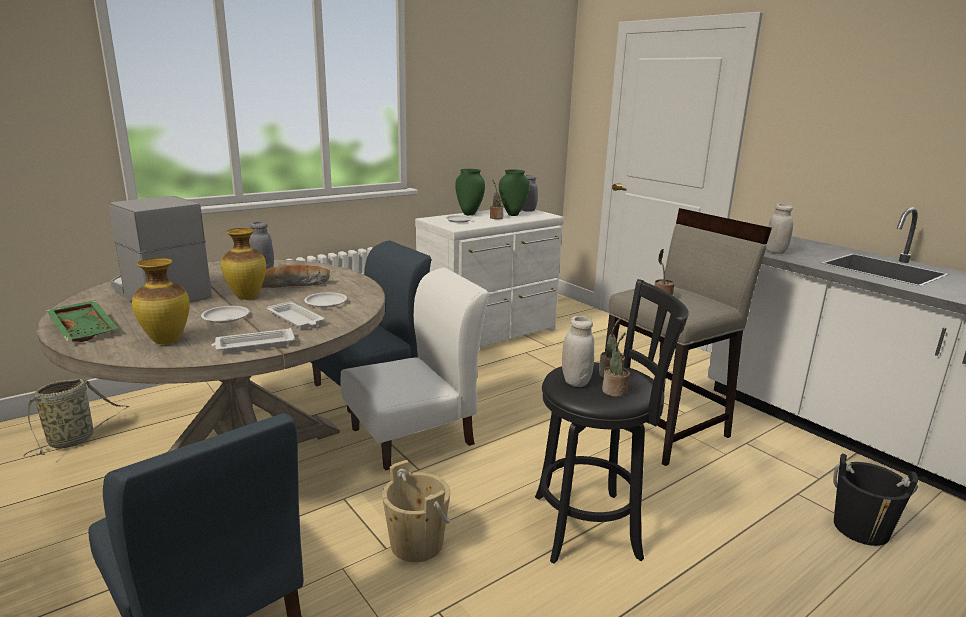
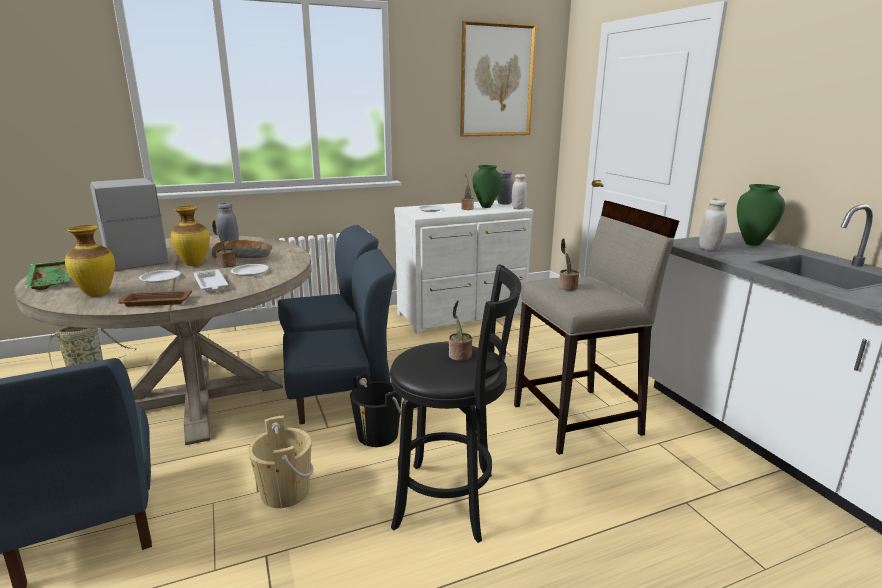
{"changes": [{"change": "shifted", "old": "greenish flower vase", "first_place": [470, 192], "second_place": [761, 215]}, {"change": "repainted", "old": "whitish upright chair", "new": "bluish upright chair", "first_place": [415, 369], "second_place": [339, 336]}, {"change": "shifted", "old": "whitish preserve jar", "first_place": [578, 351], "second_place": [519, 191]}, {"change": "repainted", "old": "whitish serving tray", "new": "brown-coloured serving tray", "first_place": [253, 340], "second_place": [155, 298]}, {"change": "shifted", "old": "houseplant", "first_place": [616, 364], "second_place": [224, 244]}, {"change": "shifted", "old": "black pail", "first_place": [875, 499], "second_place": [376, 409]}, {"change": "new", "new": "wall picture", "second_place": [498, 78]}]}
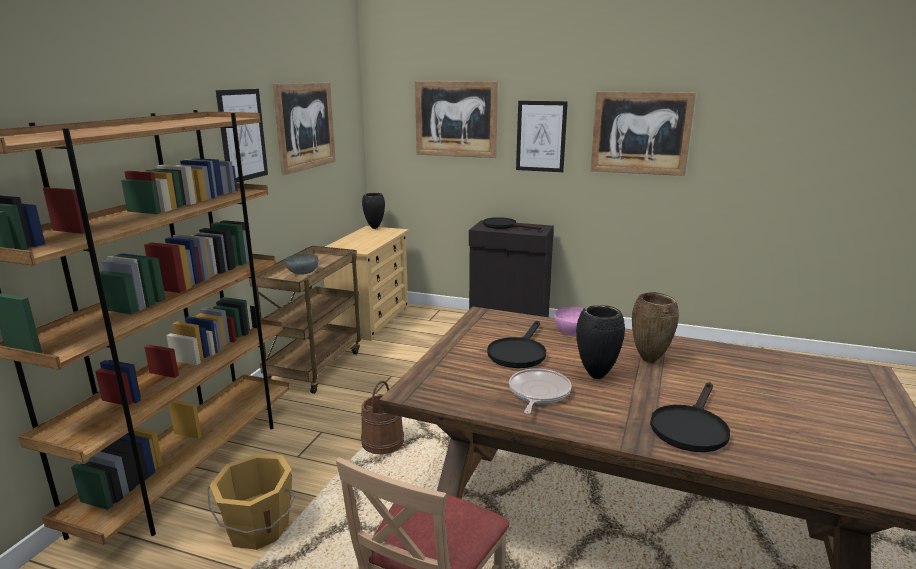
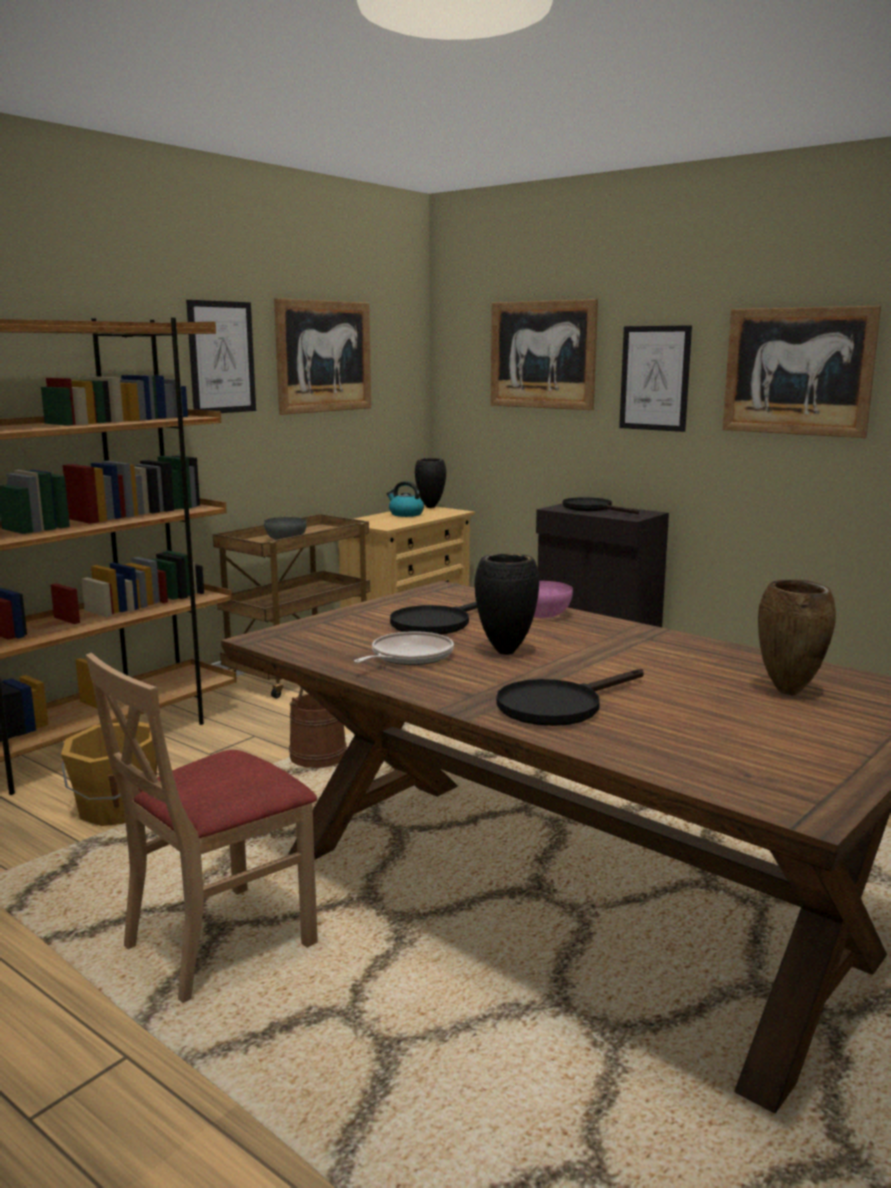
{"changes": [{"change": "shifted", "old": "brown-coloured flower vase", "first_place": [655, 327], "second_place": [797, 637]}, {"change": "new", "new": "tea kettle", "second_place": [405, 499]}]}
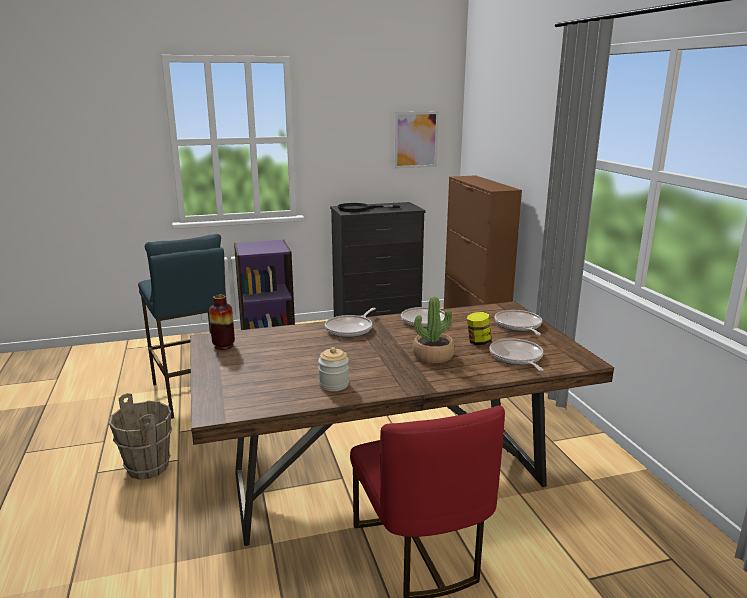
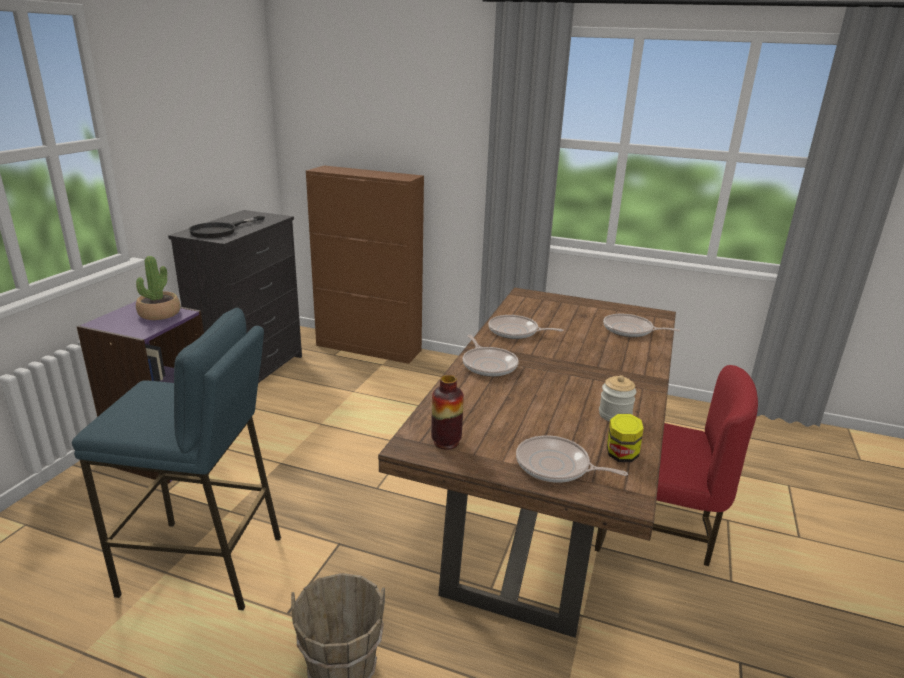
{"changes": [{"change": "gone", "old": "wall picture", "first_place": [416, 140]}, {"change": "shifted", "old": "houseplant", "first_place": [433, 330], "second_place": [158, 288]}, {"change": "shifted", "old": "frying pan", "first_place": [518, 322], "second_place": [572, 459]}, {"change": "shifted", "old": "preserve jar", "first_place": [479, 328], "second_place": [625, 438]}]}
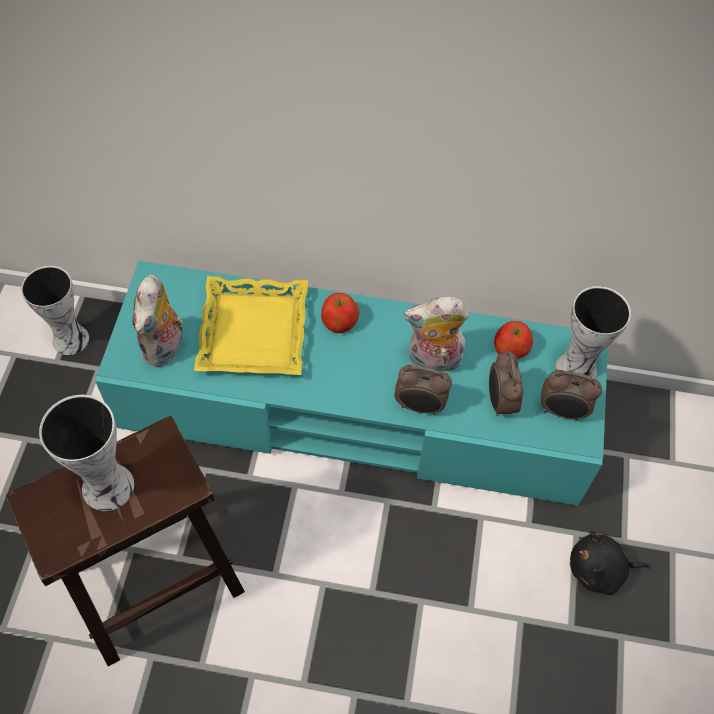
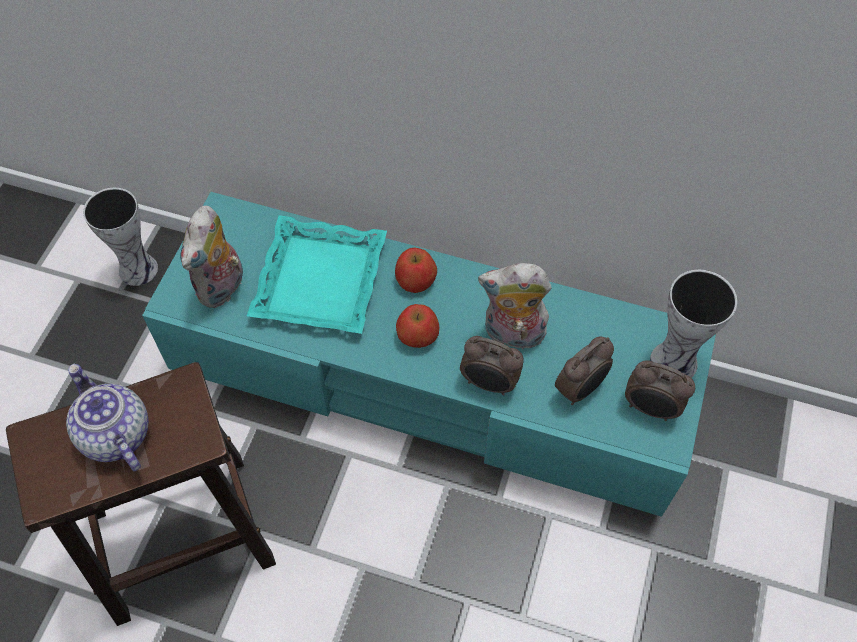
{"changes": [{"change": "repainted", "old": "yellowish serving tray", "new": "turquoise serving tray", "first_place": [251, 325], "second_place": [317, 274]}, {"change": "shifted", "old": "whole apple", "first_place": [513, 340], "second_place": [417, 326]}, {"change": "rotated", "old": "alarm clock", "first_place": [506, 383], "second_place": [584, 371], "degrees": -135}, {"change": "swapped", "old": "flower vase", "new": "teapot", "first_place": [86, 453], "second_place": [107, 417]}, {"change": "gone", "old": "black plush toy", "first_place": [610, 563]}]}
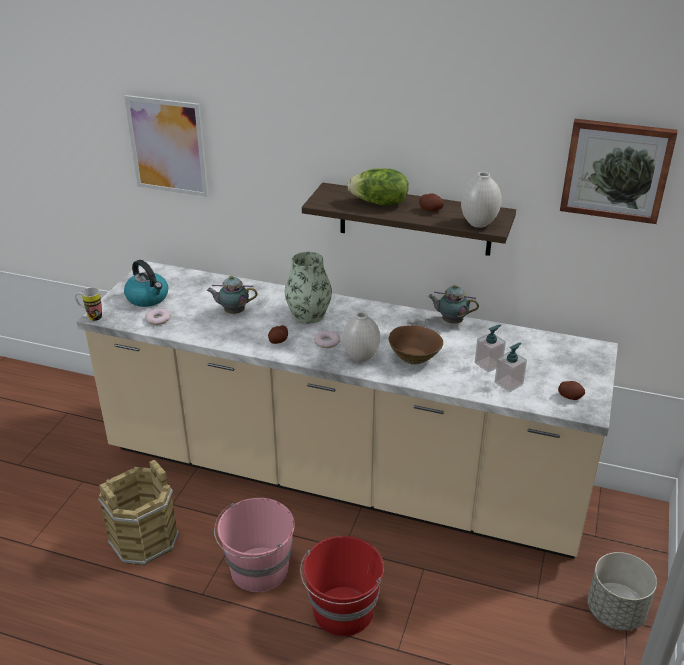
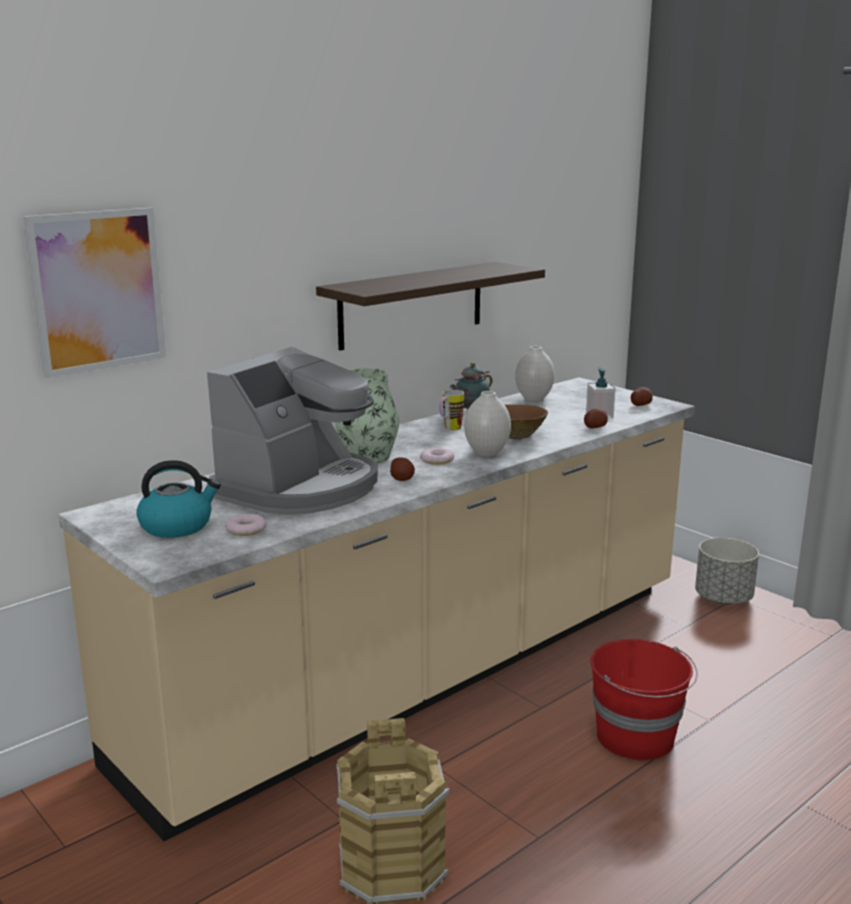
{"changes": [{"change": "gone", "old": "wall picture", "first_place": [619, 171]}, {"change": "gone", "old": "lettuce", "first_place": [378, 186]}, {"change": "shifted", "old": "whitish flower vase", "first_place": [481, 200], "second_place": [535, 374]}, {"change": "shifted", "old": "spud", "first_place": [431, 202], "second_place": [596, 418]}, {"change": "swapped", "old": "teapot", "new": "coffee brewer", "first_place": [232, 294], "second_place": [292, 431]}, {"change": "shifted", "old": "mug", "first_place": [88, 304], "second_place": [451, 410]}, {"change": "gone", "old": "soap dispenser", "first_place": [490, 348]}, {"change": "gone", "old": "pink-coloured pail", "first_place": [254, 545]}]}
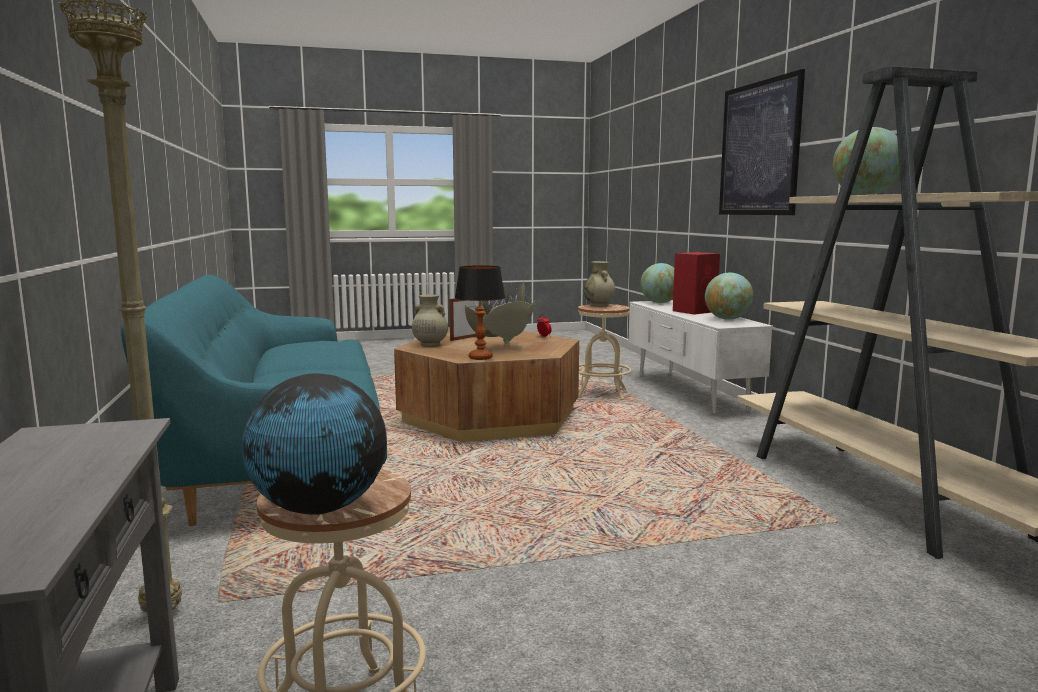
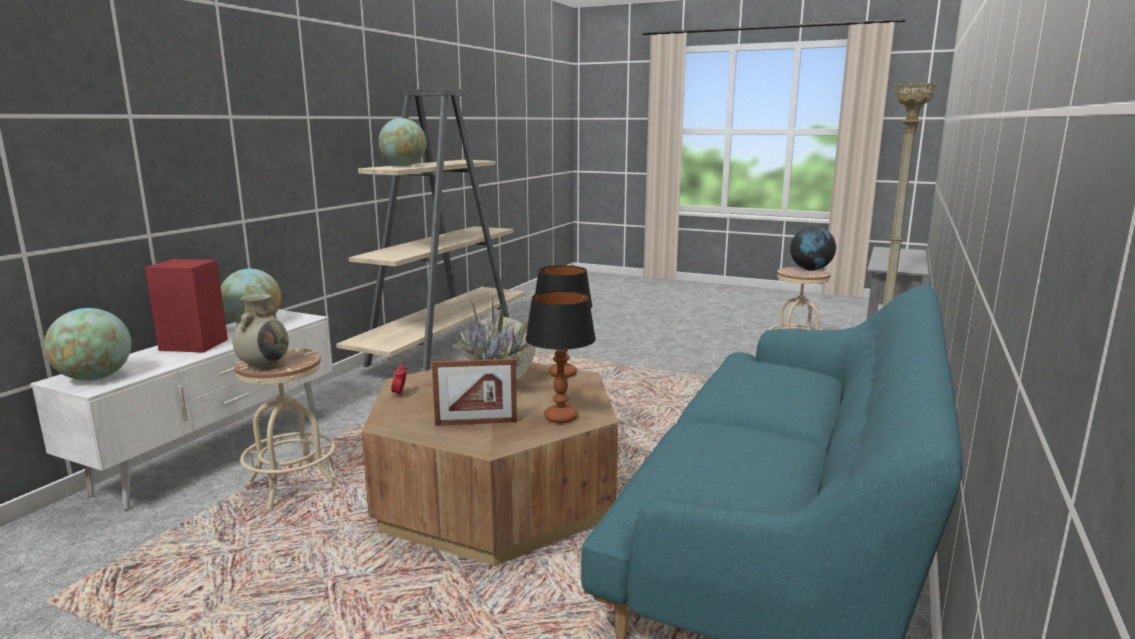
{"changes": [{"change": "gone", "old": "wall picture", "first_place": [762, 142]}, {"change": "swapped", "old": "beige-coloured flower vase", "new": "tabletop lamp", "first_place": [430, 320], "second_place": [560, 357]}]}
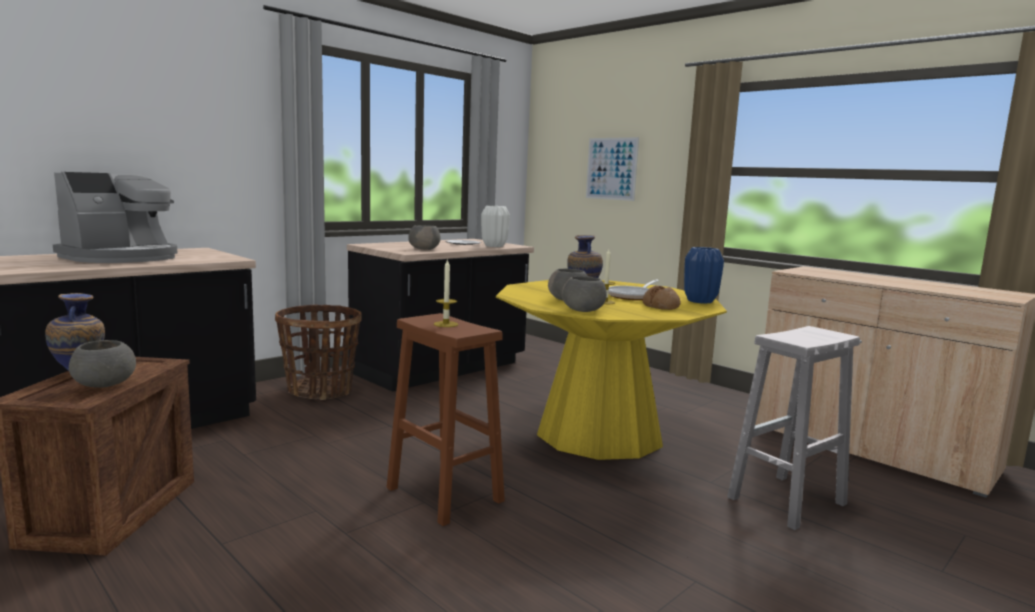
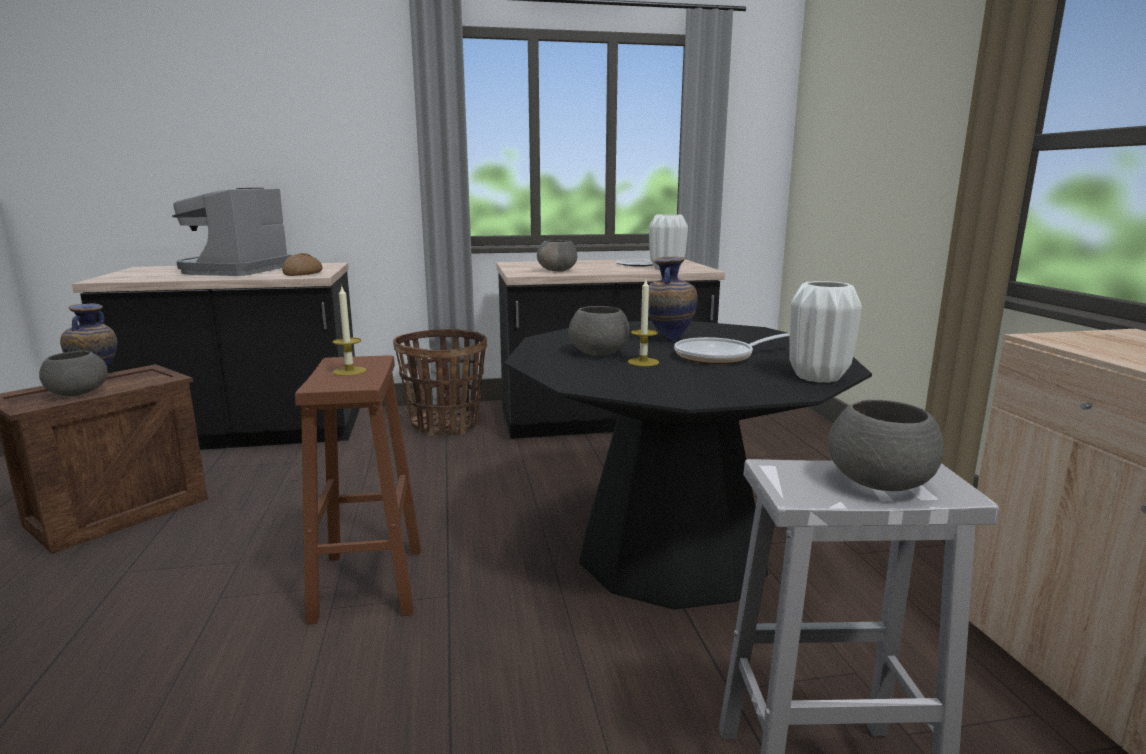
{"changes": [{"change": "gone", "old": "wall picture", "first_place": [612, 169]}, {"change": "rotated", "old": "coffee brewer", "first_place": [115, 217], "second_place": [231, 232], "degrees": 120}, {"change": "repainted", "old": "bluish flower vase", "new": "whitish flower vase", "first_place": [704, 275], "second_place": [825, 332]}, {"change": "shifted", "old": "grey bowl", "first_place": [584, 294], "second_place": [886, 445]}, {"change": "repainted", "old": "yellowish kitchen table", "new": "black kitchen table", "first_place": [611, 370], "second_place": [688, 465]}, {"change": "shifted", "old": "bakery bread", "first_place": [661, 298], "second_place": [302, 264]}]}
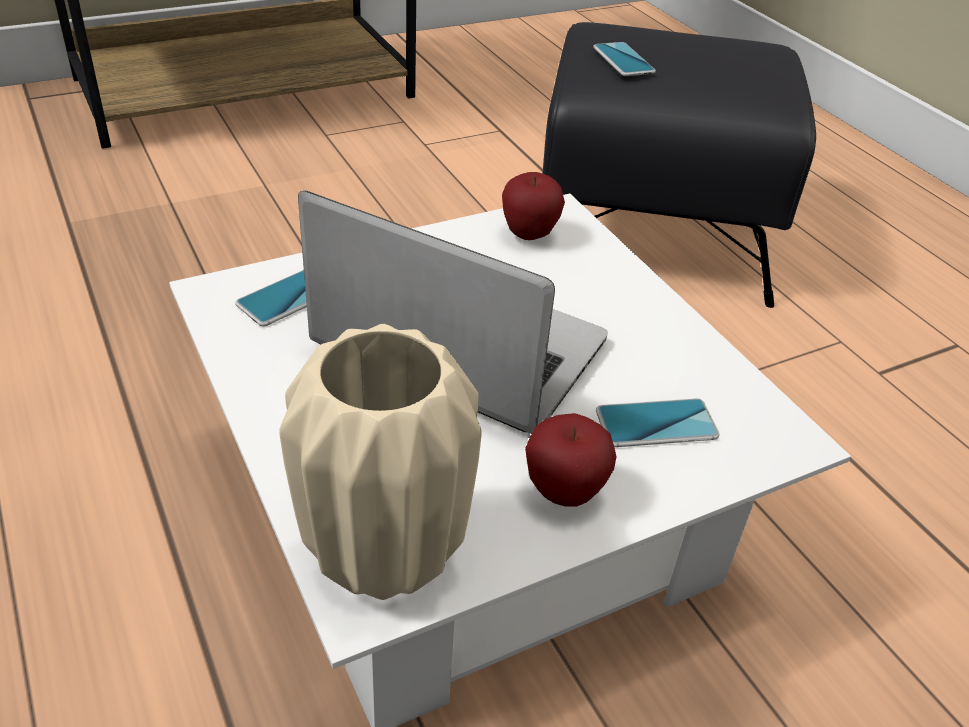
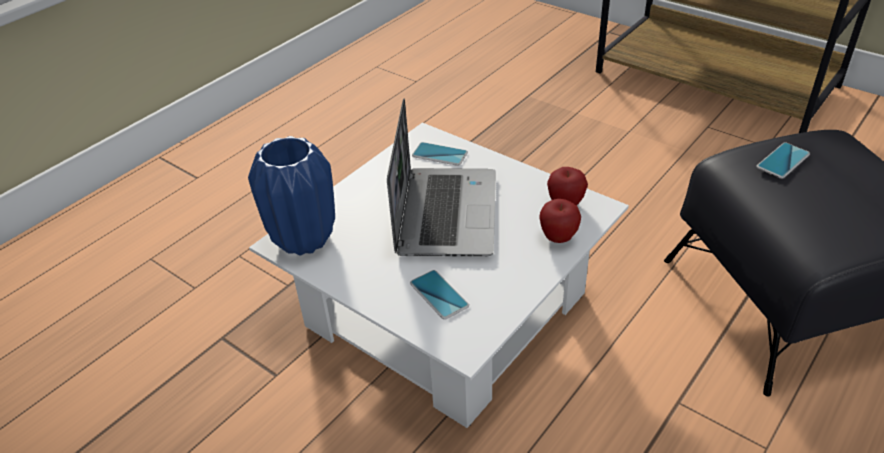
{"changes": [{"change": "repainted", "old": "beige-coloured flower vase", "new": "bluish flower vase", "first_place": [380, 462], "second_place": [291, 195]}, {"change": "shifted", "old": "whole apple", "first_place": [571, 460], "second_place": [560, 221]}]}
